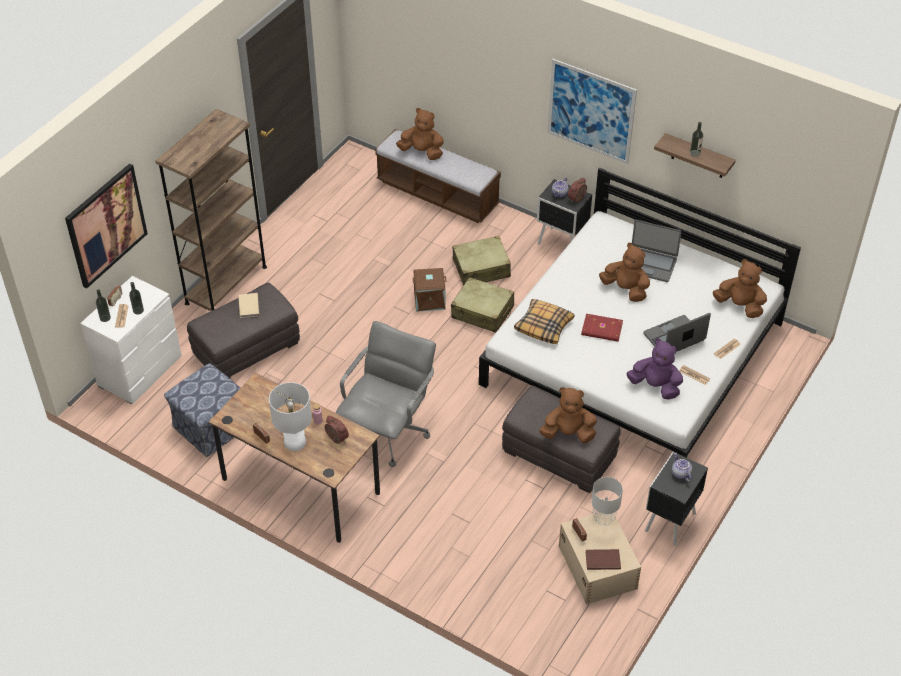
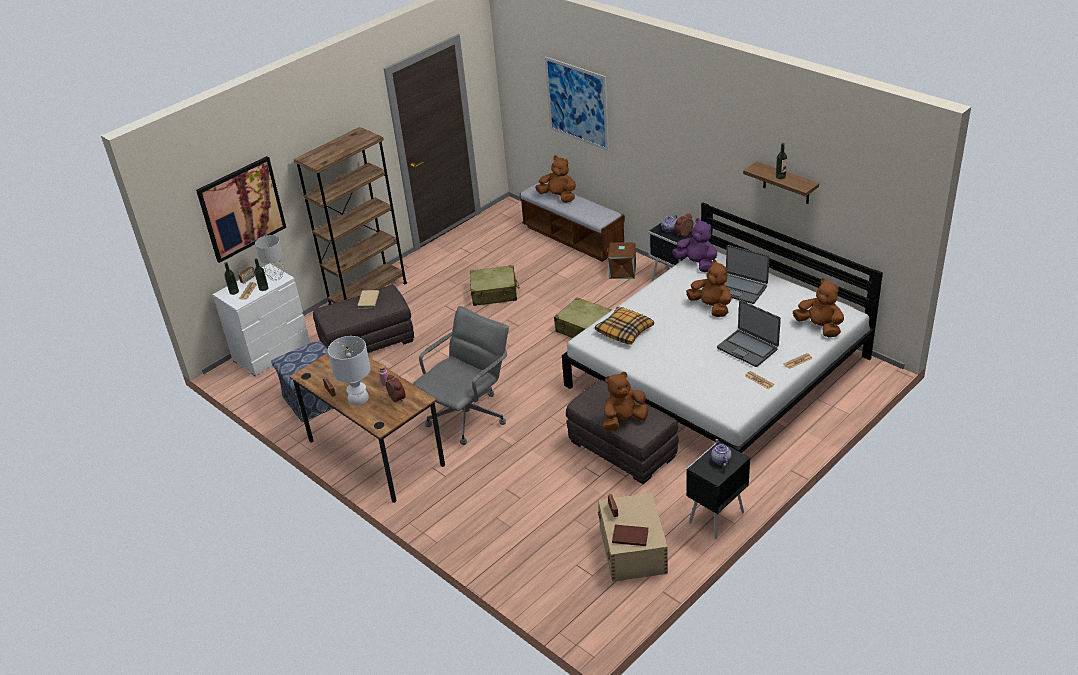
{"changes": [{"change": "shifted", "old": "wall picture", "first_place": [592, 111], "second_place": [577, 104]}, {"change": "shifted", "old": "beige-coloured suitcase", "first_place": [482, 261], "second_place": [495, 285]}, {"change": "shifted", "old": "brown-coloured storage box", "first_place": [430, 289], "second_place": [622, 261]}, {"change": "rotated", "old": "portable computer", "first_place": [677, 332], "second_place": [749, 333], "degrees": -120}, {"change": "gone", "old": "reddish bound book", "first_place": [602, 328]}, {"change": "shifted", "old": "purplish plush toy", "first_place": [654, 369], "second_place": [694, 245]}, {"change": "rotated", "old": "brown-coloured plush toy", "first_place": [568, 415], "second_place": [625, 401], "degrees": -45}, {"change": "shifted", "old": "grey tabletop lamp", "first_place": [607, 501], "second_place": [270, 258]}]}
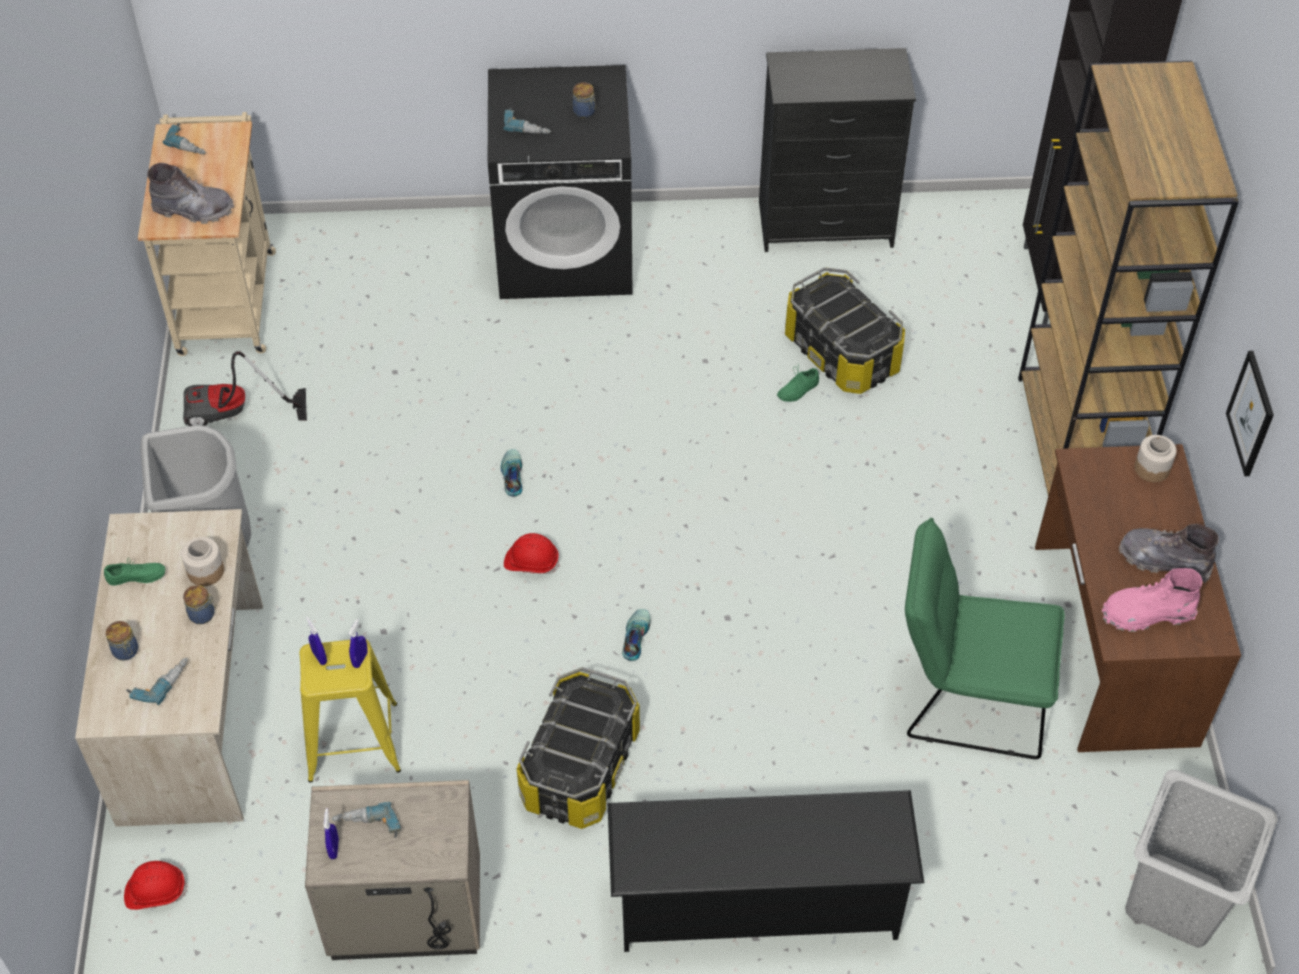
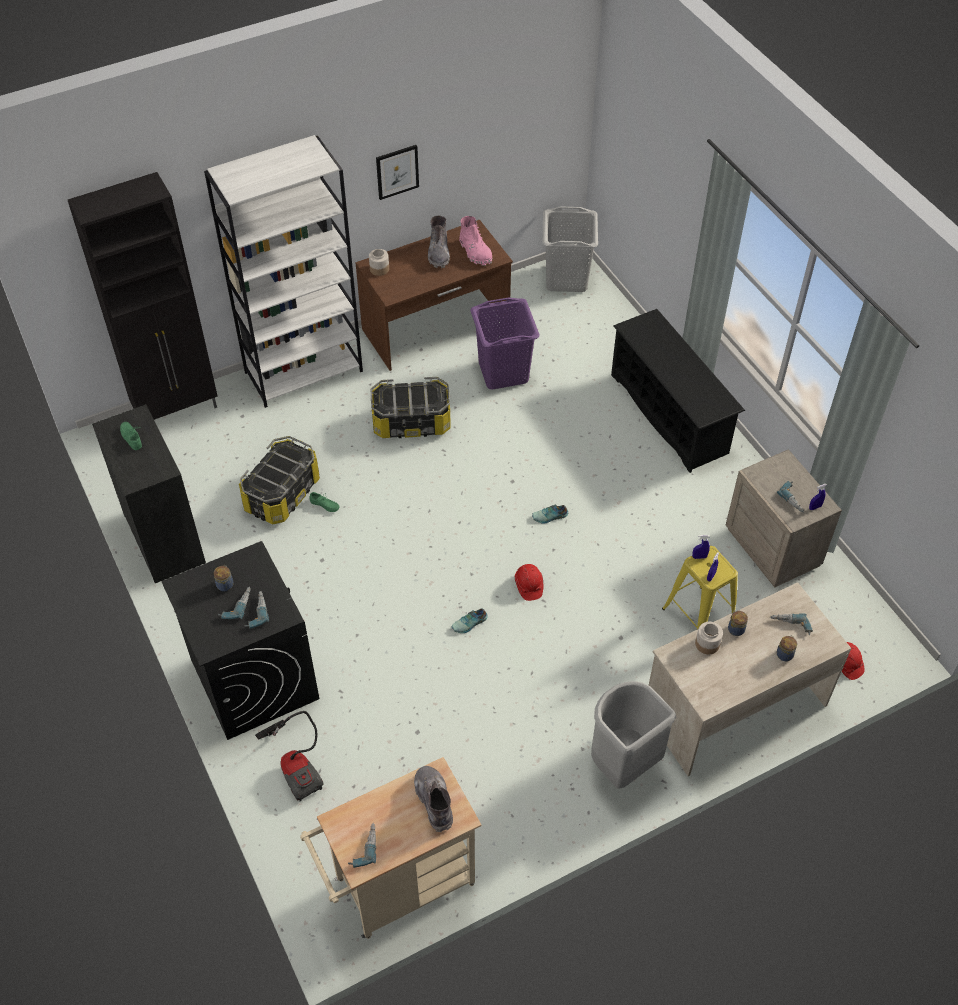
{"changes": [{"change": "repainted", "old": "brown-coloured shelving unit", "new": "whitish shelving unit", "first_place": [1128, 278], "second_place": [283, 271]}, {"change": "shifted", "old": "vacuum", "first_place": [245, 388], "second_place": [289, 756]}, {"change": "swapped", "old": "greenish upright chair", "new": "purplish laundry basket", "first_place": [985, 638], "second_place": [505, 344]}, {"change": "shifted", "old": "greenish low shoe", "first_place": [134, 571], "second_place": [131, 436]}, {"change": "shifted", "old": "storage box", "first_place": [578, 748], "second_place": [411, 407]}, {"change": "new", "new": "power drill", "second_place": [234, 603]}]}
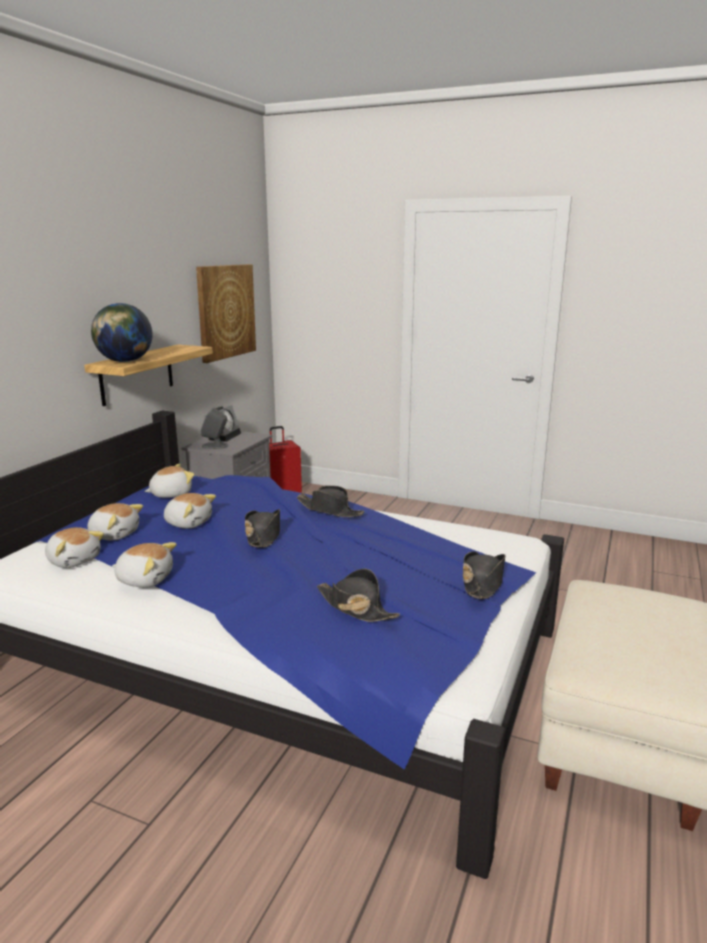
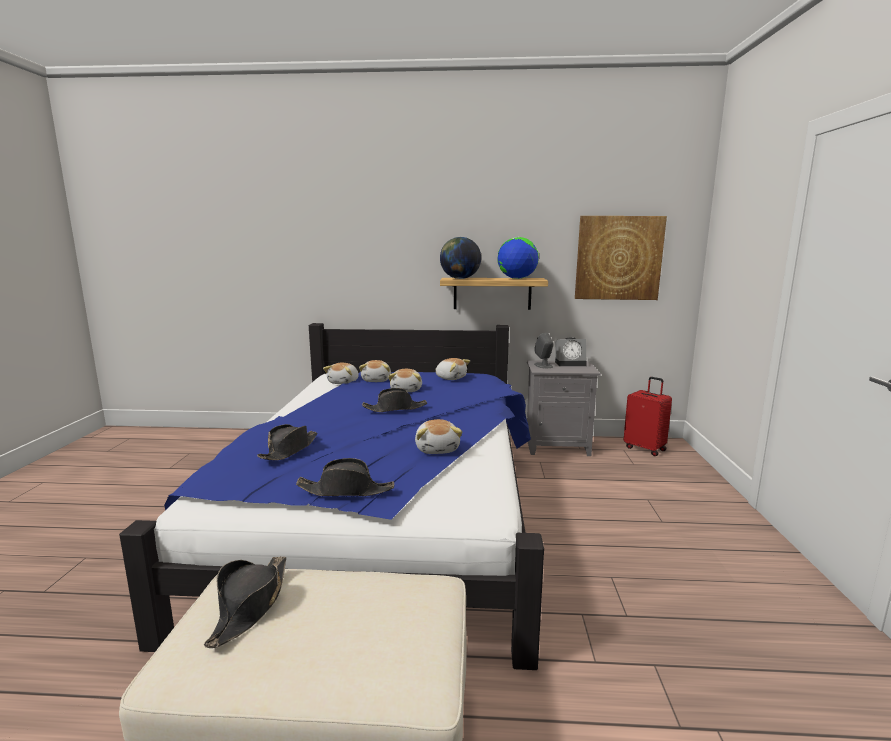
{"changes": [{"change": "shifted", "old": "black clothing hat", "first_place": [330, 501], "second_place": [245, 602]}, {"change": "shifted", "old": "plush toy", "first_place": [144, 564], "second_place": [438, 436]}, {"change": "new", "new": "globe", "second_place": [518, 258]}]}
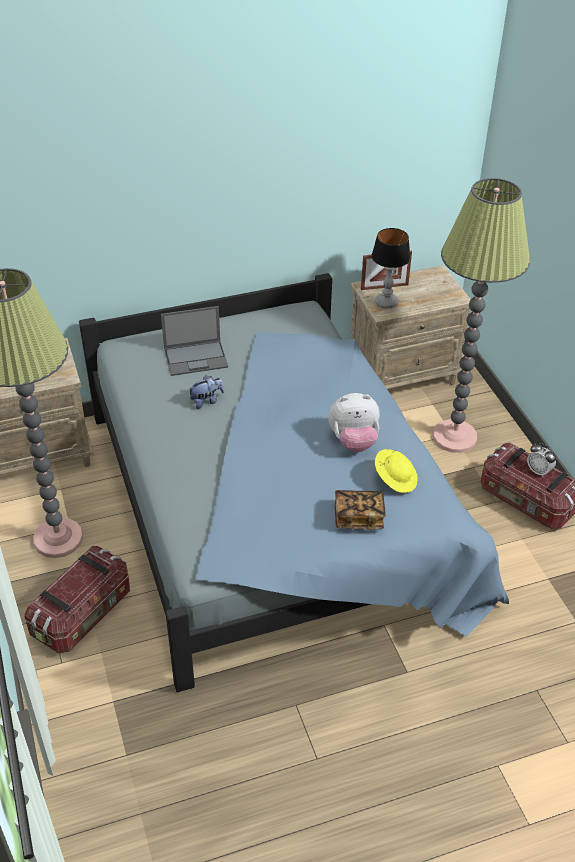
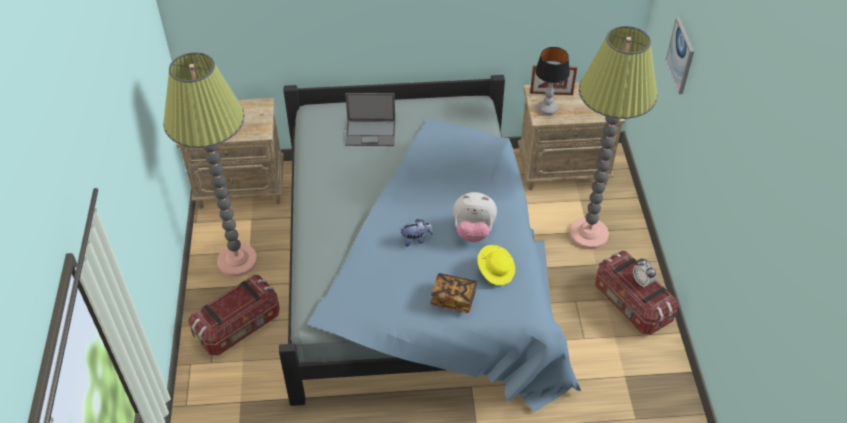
{"changes": [{"change": "shifted", "old": "plush toy", "first_place": [206, 392], "second_place": [416, 233]}, {"change": "new", "new": "wall picture", "second_place": [680, 55]}]}
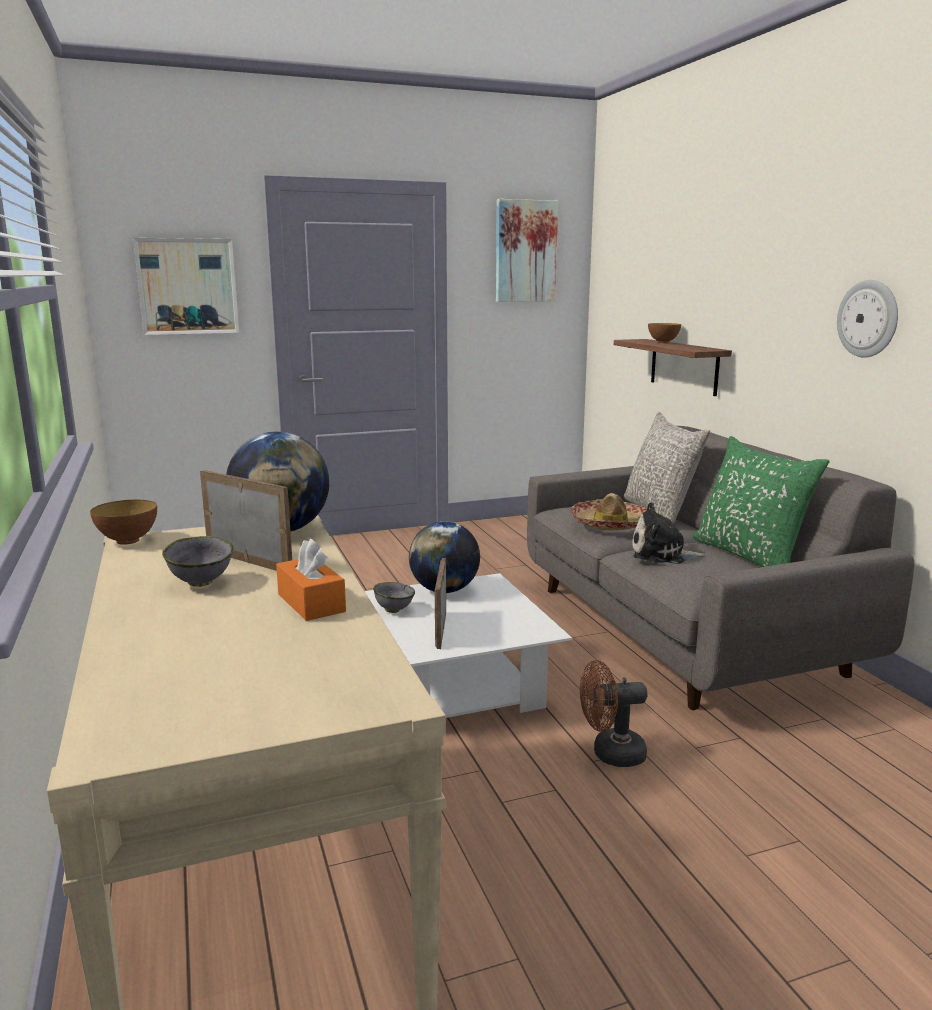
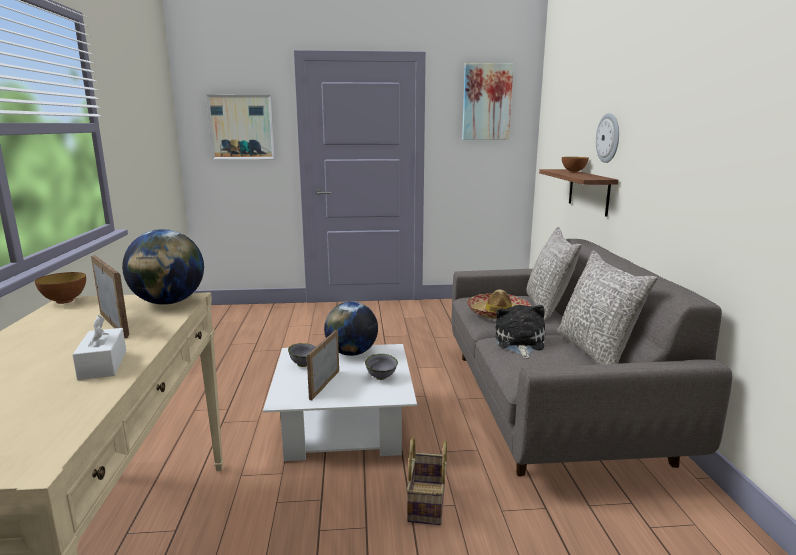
{"changes": [{"change": "shifted", "old": "clock on the wall", "first_place": [867, 319], "second_place": [607, 138]}, {"change": "repainted", "old": "greenish throw pillow", "new": "grey throw pillow", "first_place": [761, 501], "second_place": [607, 307]}, {"change": "rotated", "old": "plush toy", "first_place": [669, 533], "second_place": [520, 331], "degrees": 75}, {"change": "shifted", "old": "grey bowl", "first_place": [197, 561], "second_place": [381, 367]}, {"change": "repainted", "old": "orangey tissue box", "new": "whitish tissue box", "first_place": [311, 580], "second_place": [99, 347]}, {"change": "swapped", "old": "brown-coloured fan", "new": "storage basket", "first_place": [613, 713], "second_place": [426, 481]}]}
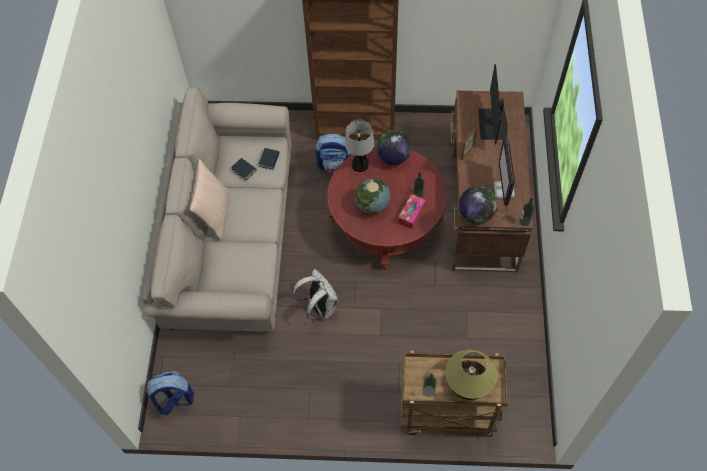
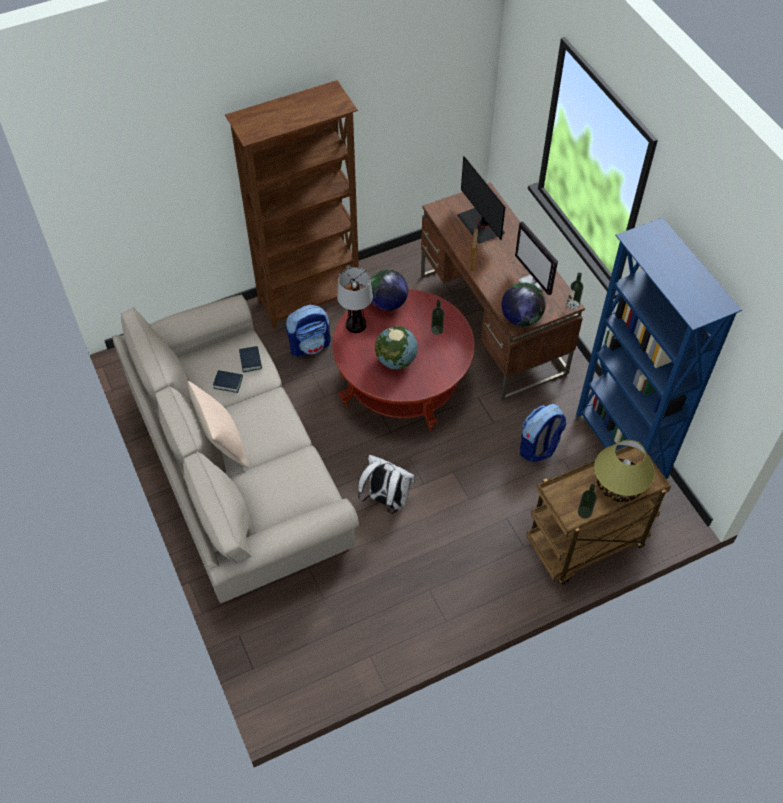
{"changes": [{"change": "gone", "old": "tissue box", "first_place": [412, 211]}, {"change": "shifted", "old": "rucksack", "first_place": [169, 393], "second_place": [543, 433]}, {"change": "new", "new": "bluish shelving unit", "second_place": [659, 348]}]}
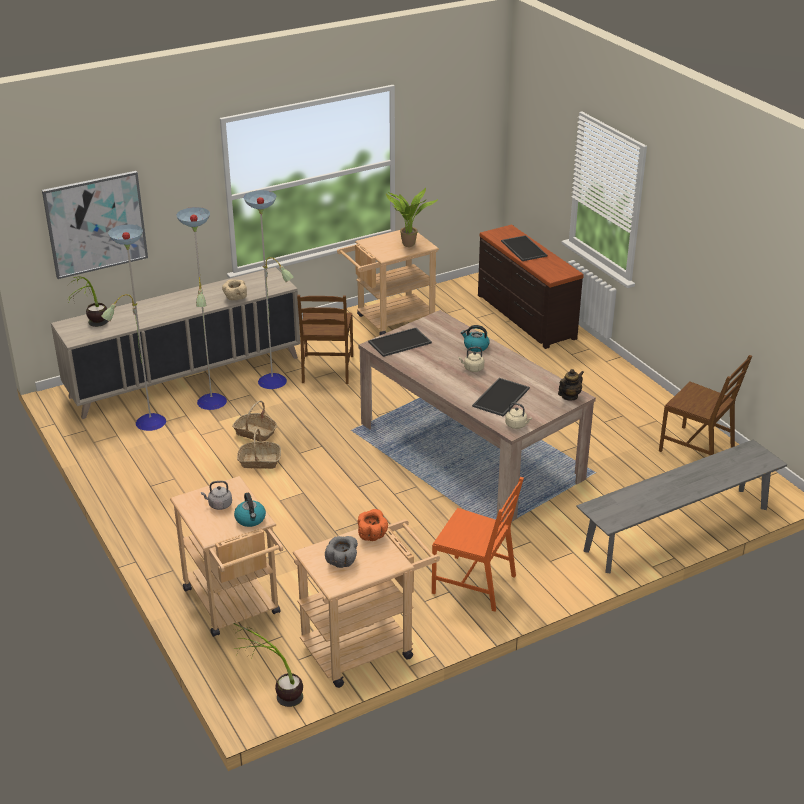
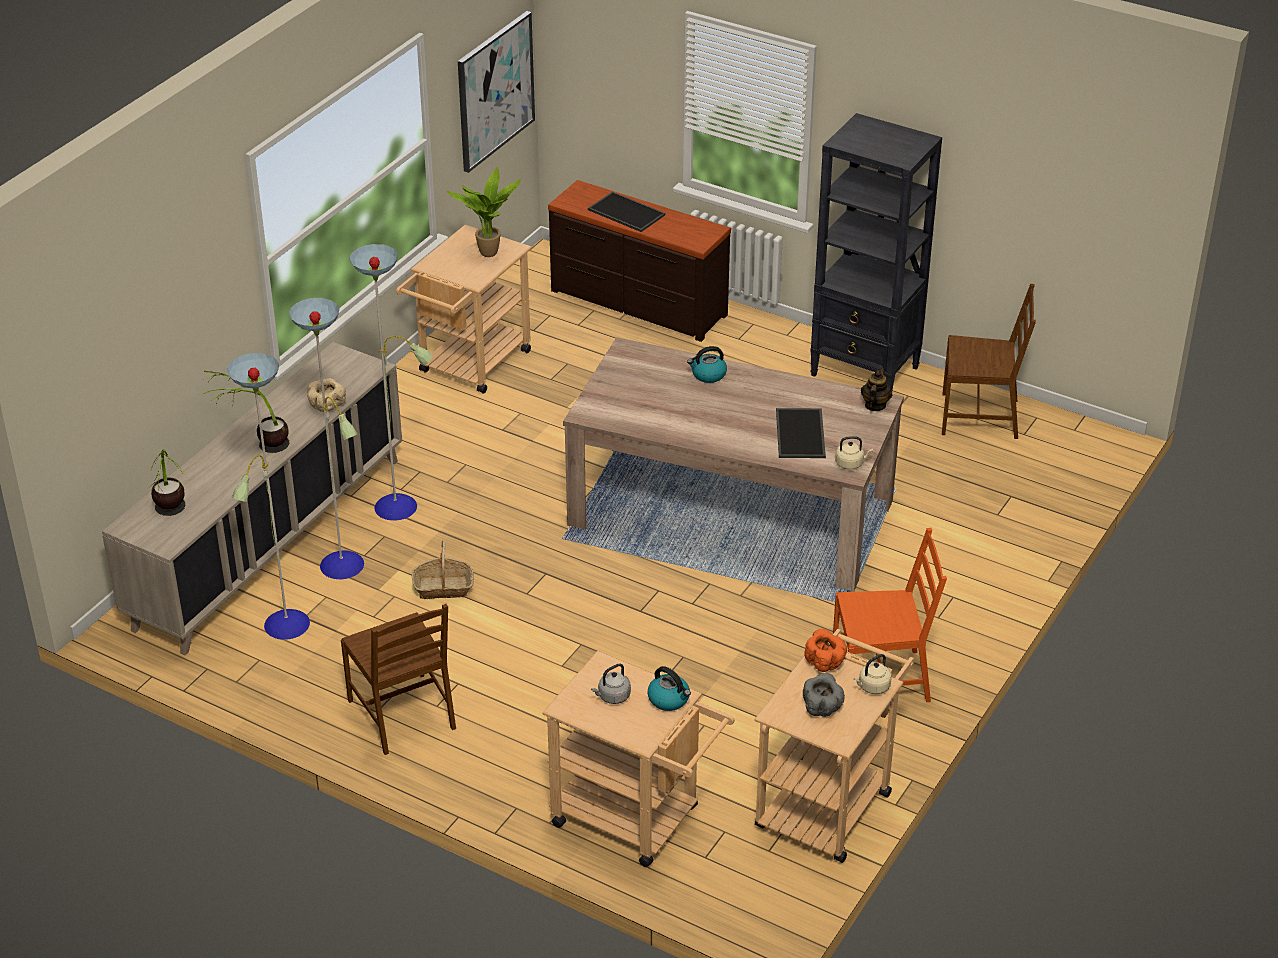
{"changes": [{"change": "shifted", "old": "wall picture", "first_place": [95, 225], "second_place": [496, 92]}, {"change": "shifted", "old": "brown-coloured upright chair", "first_place": [325, 339], "second_place": [398, 679]}, {"change": "gone", "old": "serving tray", "first_place": [400, 342]}, {"change": "shifted", "old": "beige-coloured tea kettle", "first_place": [471, 359], "second_place": [873, 674]}, {"change": "gone", "old": "storage basket", "first_place": [259, 448]}, {"change": "gone", "old": "grey bench", "first_place": [681, 506]}, {"change": "shifted", "old": "houseplant", "first_place": [268, 665], "second_place": [246, 412]}, {"change": "new", "new": "black shelving unit", "second_place": [876, 251]}]}
